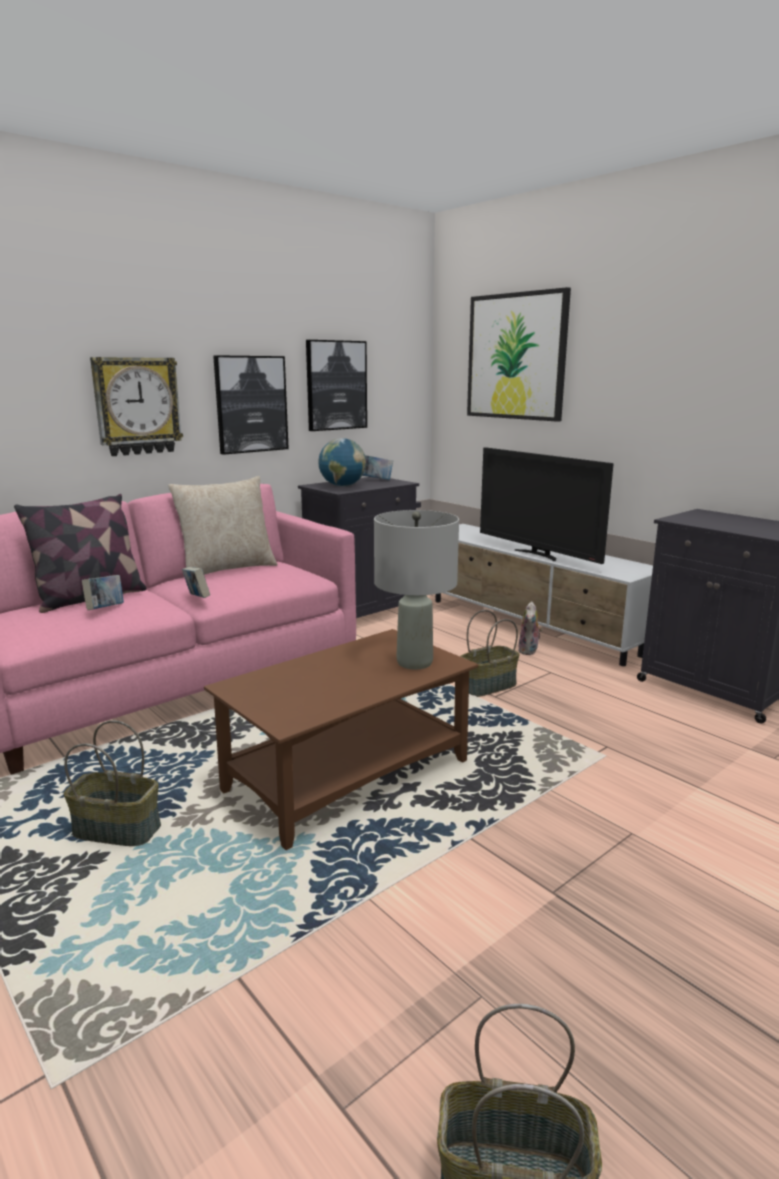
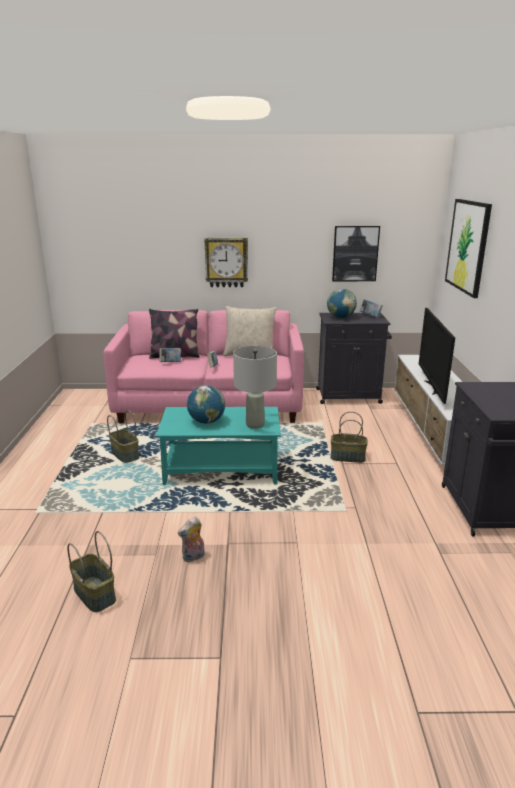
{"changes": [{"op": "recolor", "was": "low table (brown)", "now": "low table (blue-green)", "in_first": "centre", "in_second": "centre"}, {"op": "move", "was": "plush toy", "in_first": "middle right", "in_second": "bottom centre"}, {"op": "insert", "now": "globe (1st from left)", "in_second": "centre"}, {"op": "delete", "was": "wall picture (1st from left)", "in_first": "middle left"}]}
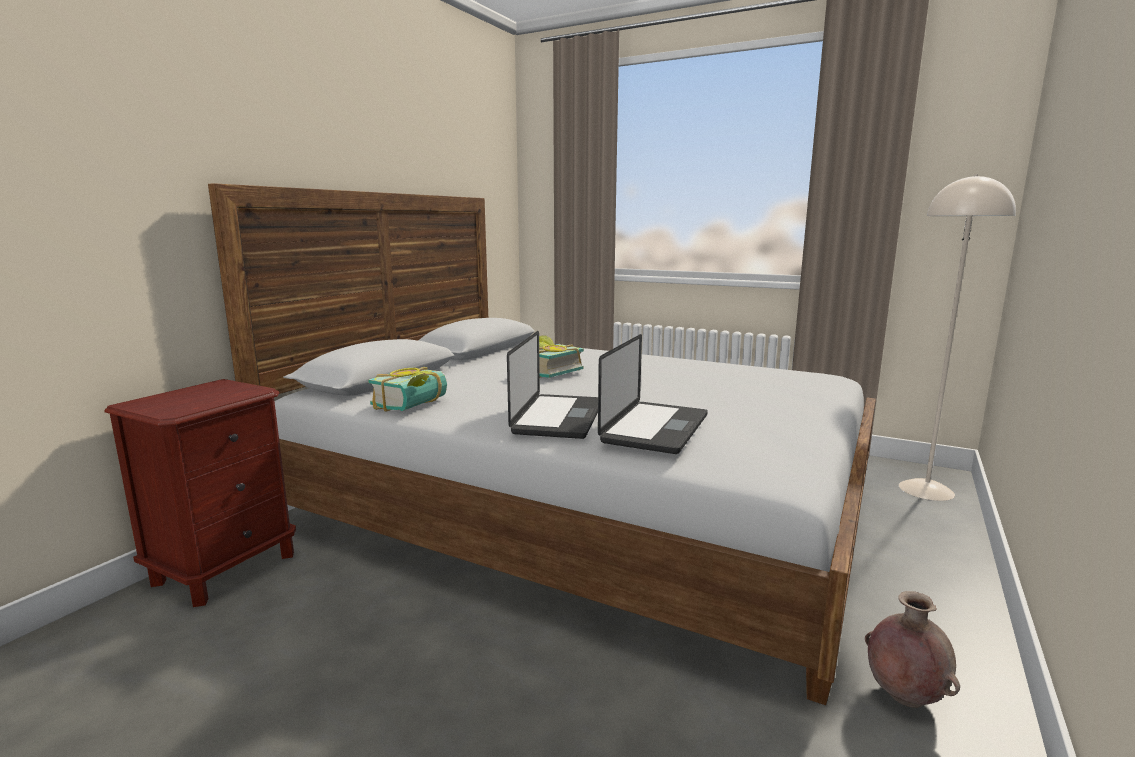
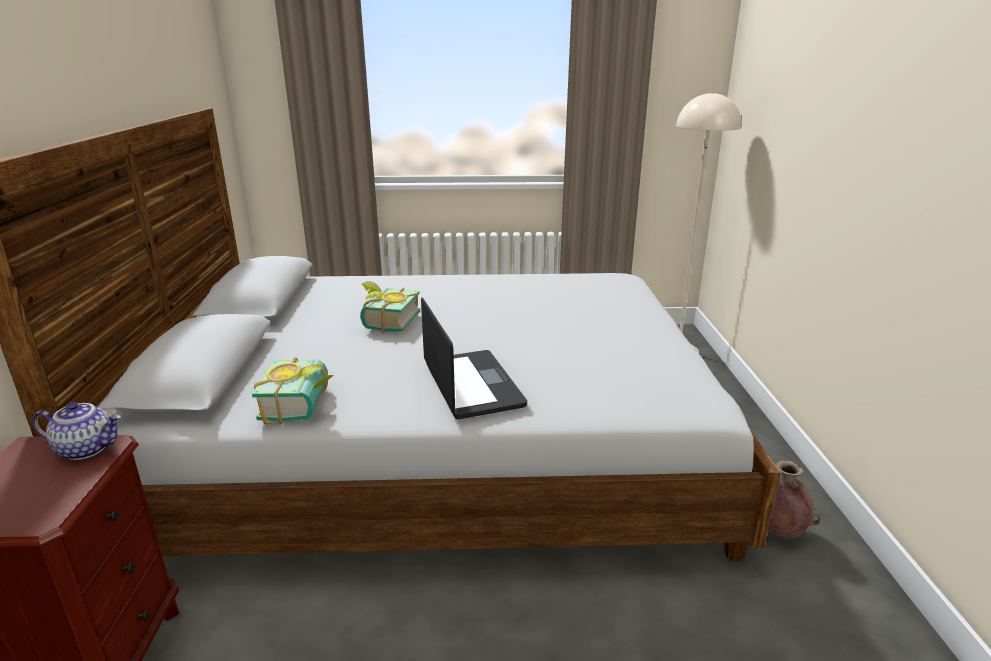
{"changes": [{"op": "insert", "now": "teapot", "in_second": "middle left"}, {"op": "delete", "was": "portable computer (2nd from left)", "in_first": "centre"}]}
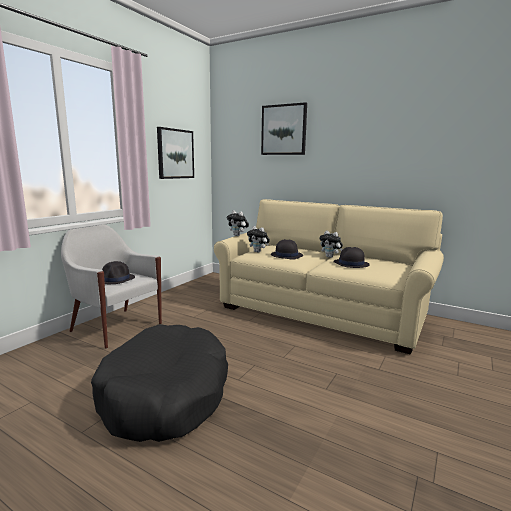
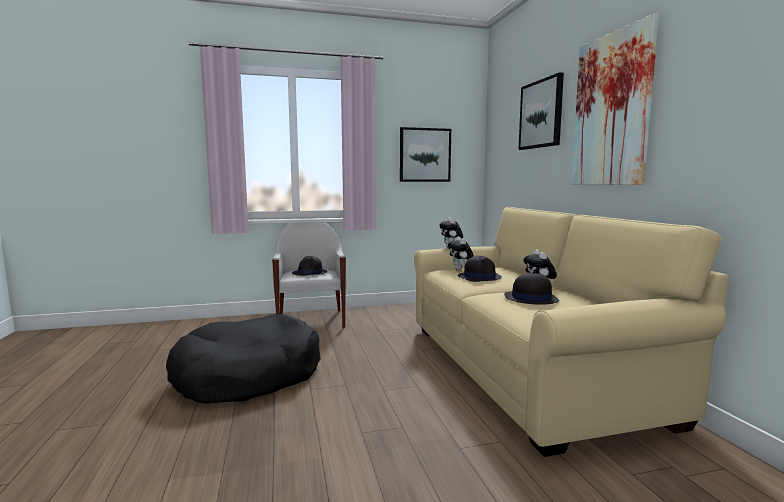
{"changes": [{"op": "insert", "now": "wall picture (3rd from left)", "in_second": "top right"}]}
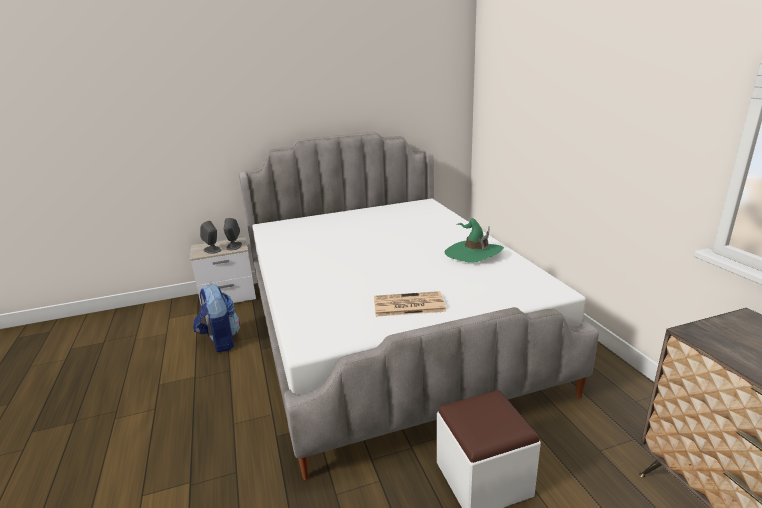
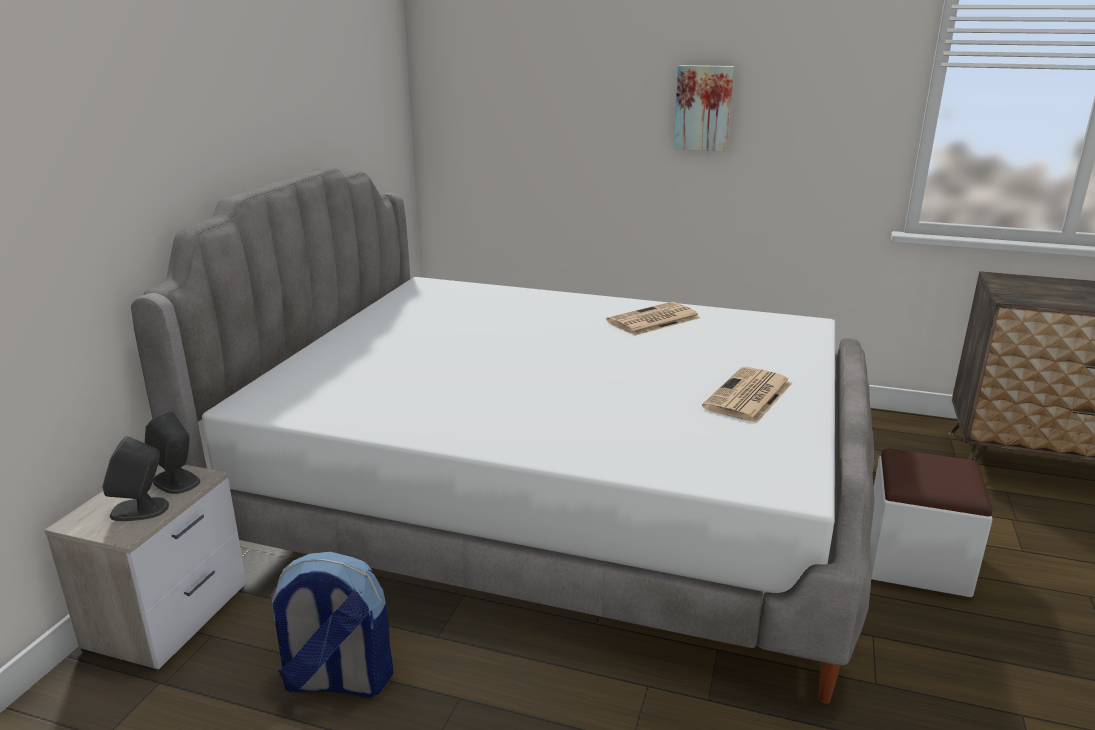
{"changes": [{"op": "replace", "was": "clothing hat (green)", "now": "newspaper (1st from left)", "in_first": "centre", "in_second": "centre"}, {"op": "insert", "now": "wall picture", "in_second": "top centre"}]}
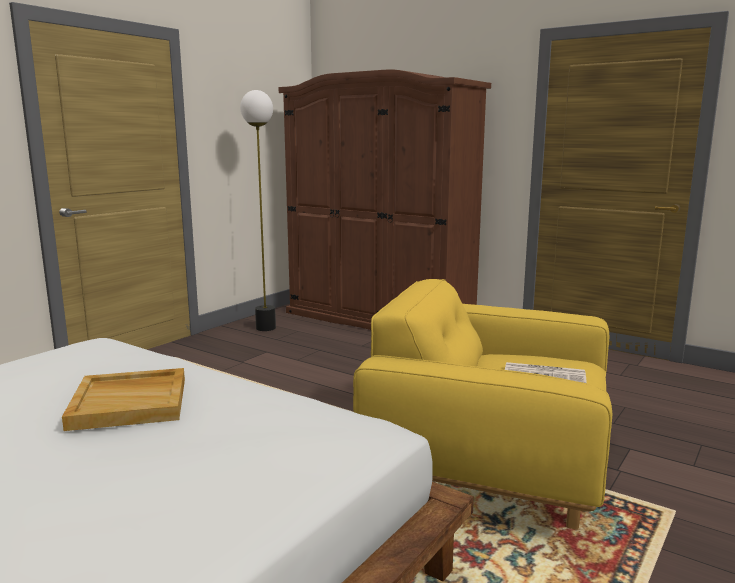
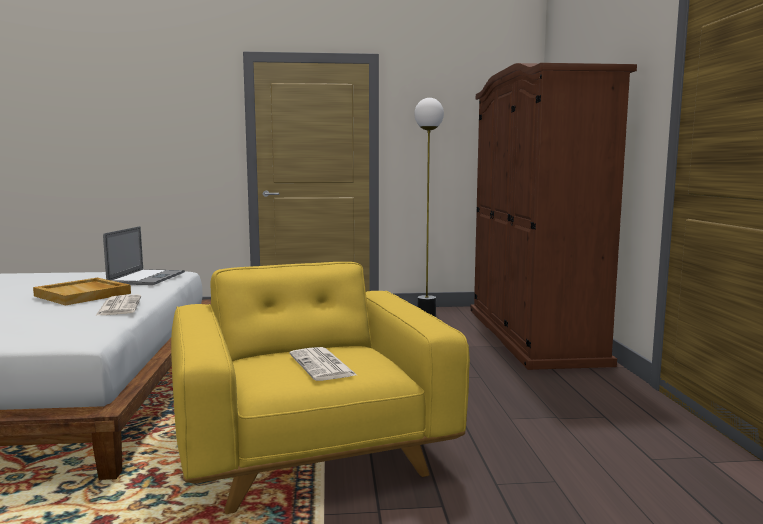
{"changes": [{"op": "insert", "now": "newspaper (1st from left)", "in_second": "middle left"}, {"op": "insert", "now": "portable computer", "in_second": "middle left"}]}
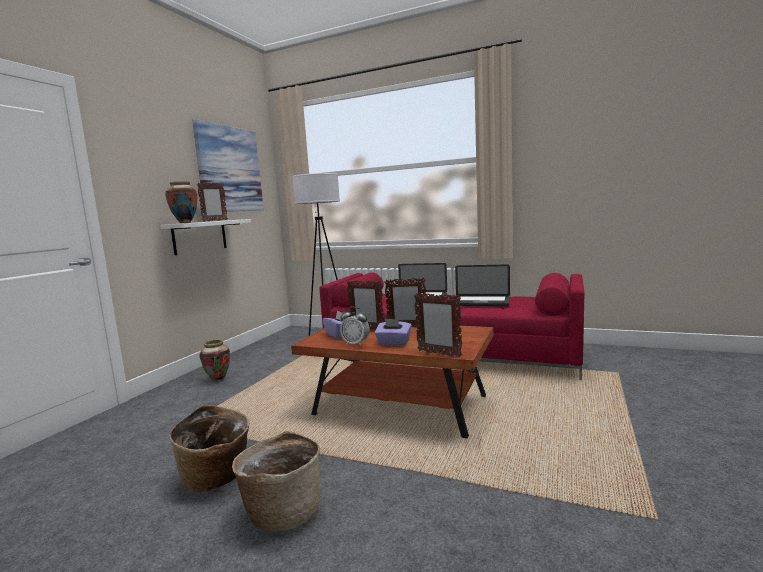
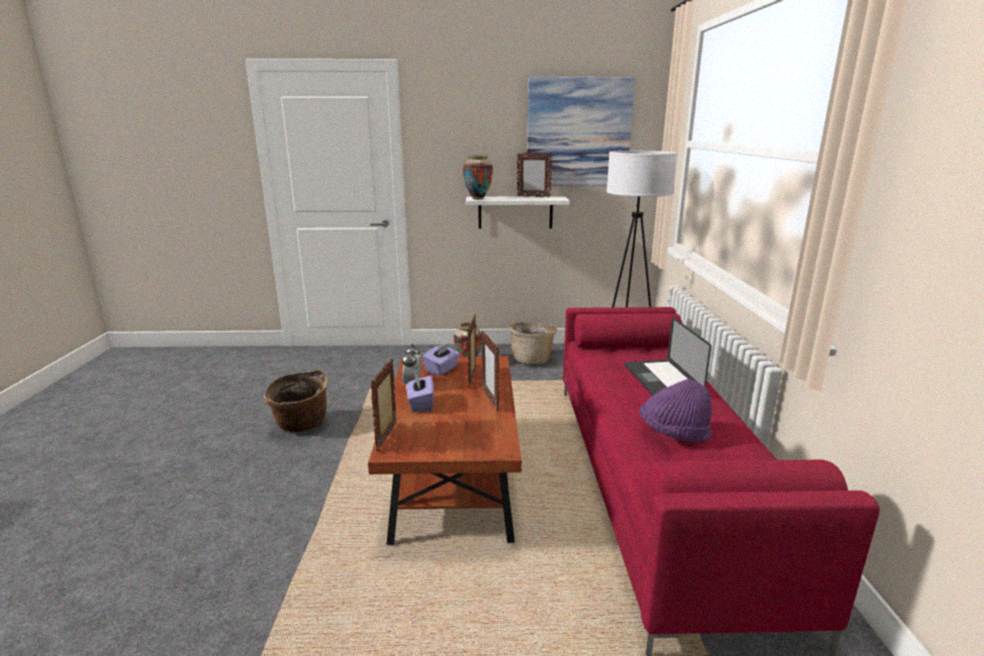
{"changes": [{"op": "move", "was": "basket (2nd from left)", "in_first": "bottom centre", "in_second": "centre"}, {"op": "replace", "was": "portable computer (2nd from left)", "now": "clothing hat (purple-coloured)", "in_first": "centre", "in_second": "middle right"}]}
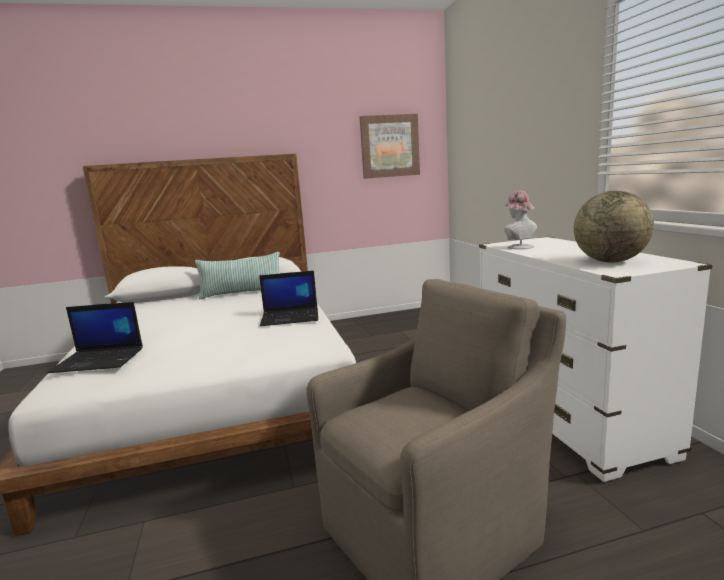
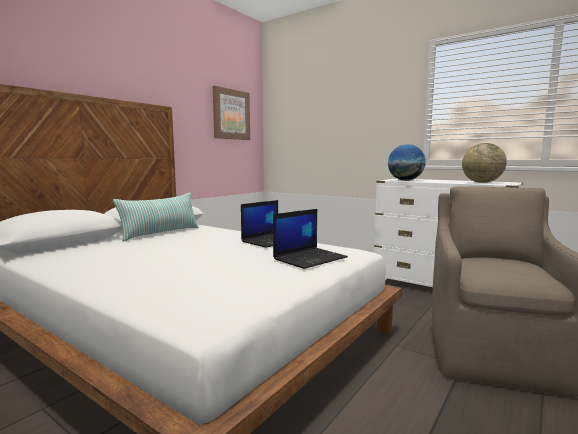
{"changes": [{"op": "move", "was": "portable computer (1st from left in the first image)", "now": "portable computer (2nd from left)", "in_first": "middle left", "in_second": "centre"}, {"op": "replace", "was": "clothing hat", "now": "globe (1st from left)", "in_first": "middle right", "in_second": "middle right"}]}
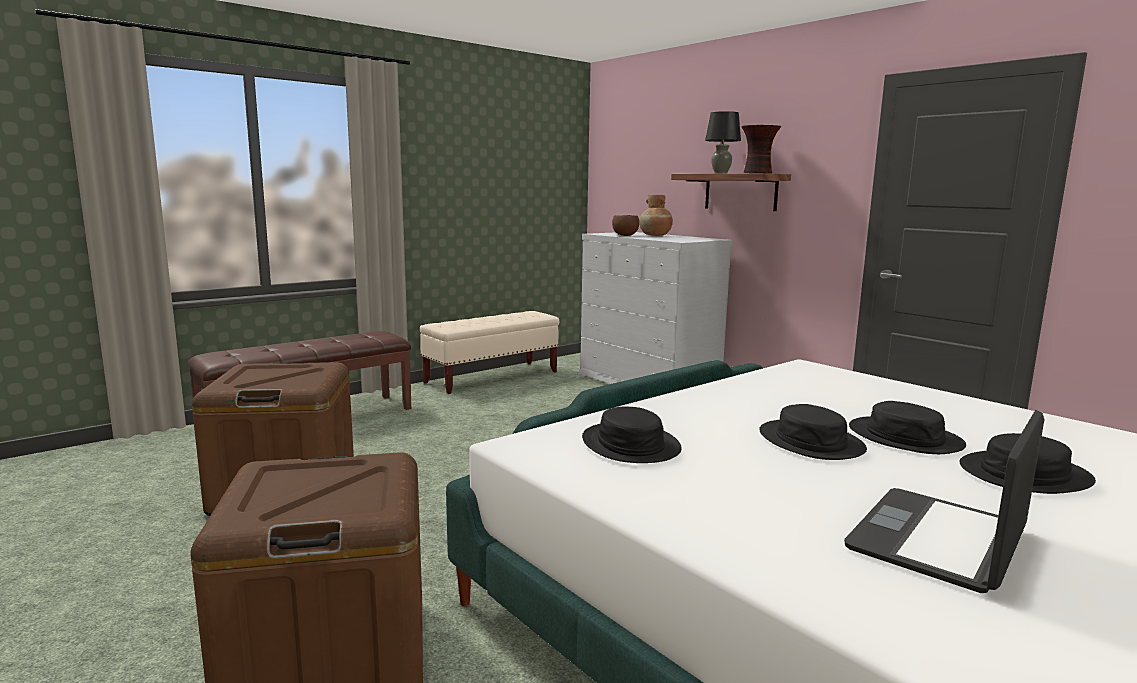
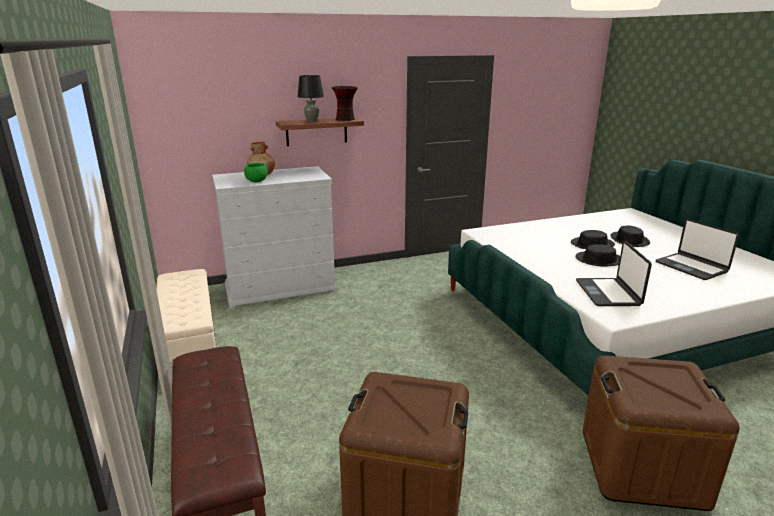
{"changes": [{"op": "recolor", "was": "bowl (brown)", "now": "bowl (green)", "in_first": "top centre", "in_second": "middle left"}, {"op": "replace", "was": "clothing hat (blackish) (1st from left)", "now": "portable computer (1st from left)", "in_first": "centre", "in_second": "middle right"}]}
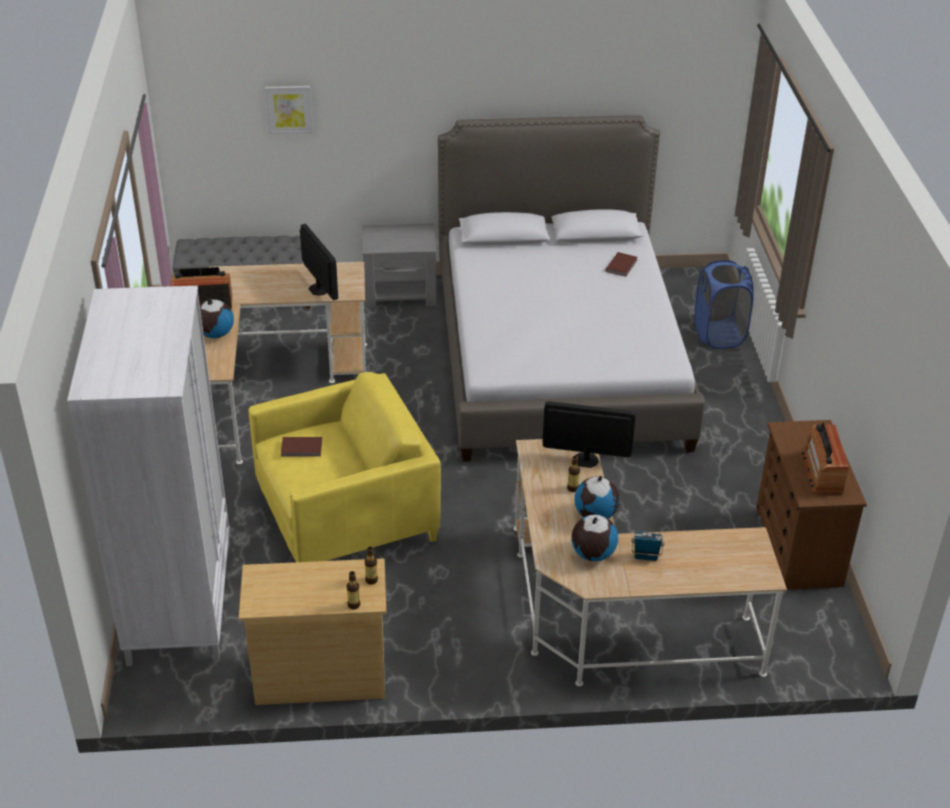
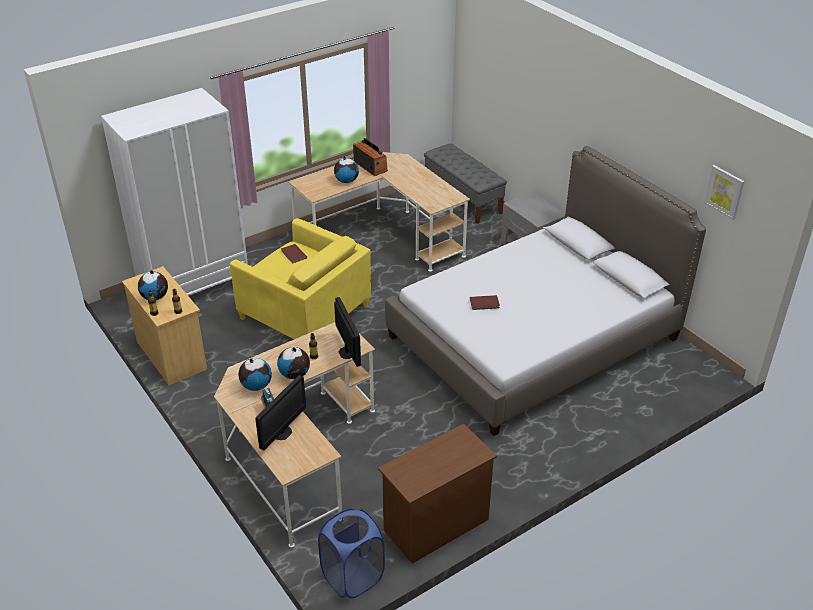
{"changes": [{"op": "insert", "now": "globe (1st from left)", "in_second": "middle left"}, {"op": "move", "was": "computer screen (1st from left)", "in_first": "top centre", "in_second": "bottom centre"}, {"op": "move", "was": "laundry basket (blue-coloured)", "in_first": "middle right", "in_second": "bottom centre"}, {"op": "move", "was": "book (brown) (2nd from left)", "in_first": "top centre", "in_second": "centre"}, {"op": "move", "was": "wall picture", "in_first": "top left", "in_second": "top right"}, {"op": "delete", "was": "radio (3rd from left)", "in_first": "middle right"}]}
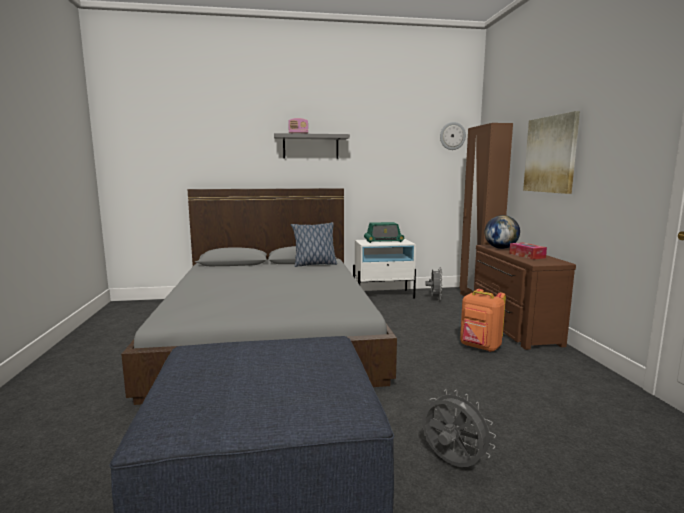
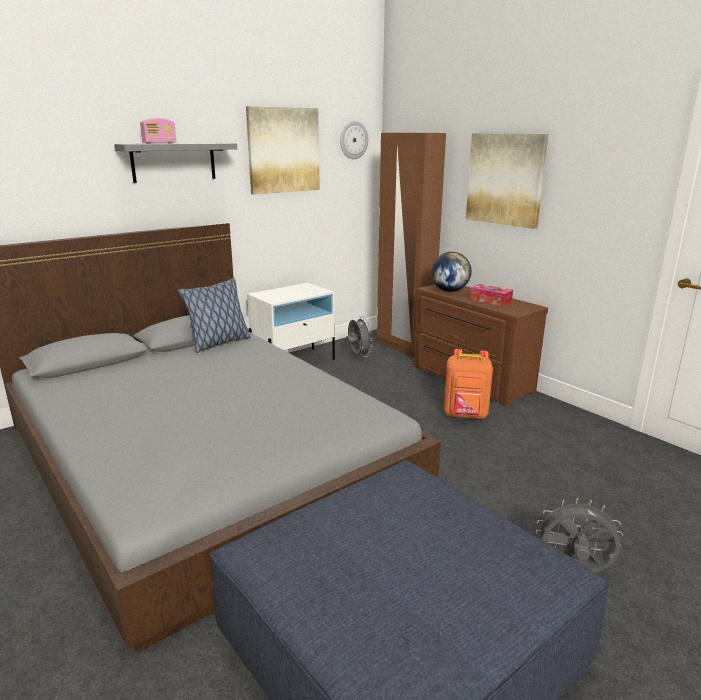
{"changes": [{"op": "insert", "now": "wall picture (1st from left)", "in_second": "top centre"}, {"op": "delete", "was": "radio (2nd from left)", "in_first": "centre"}]}
